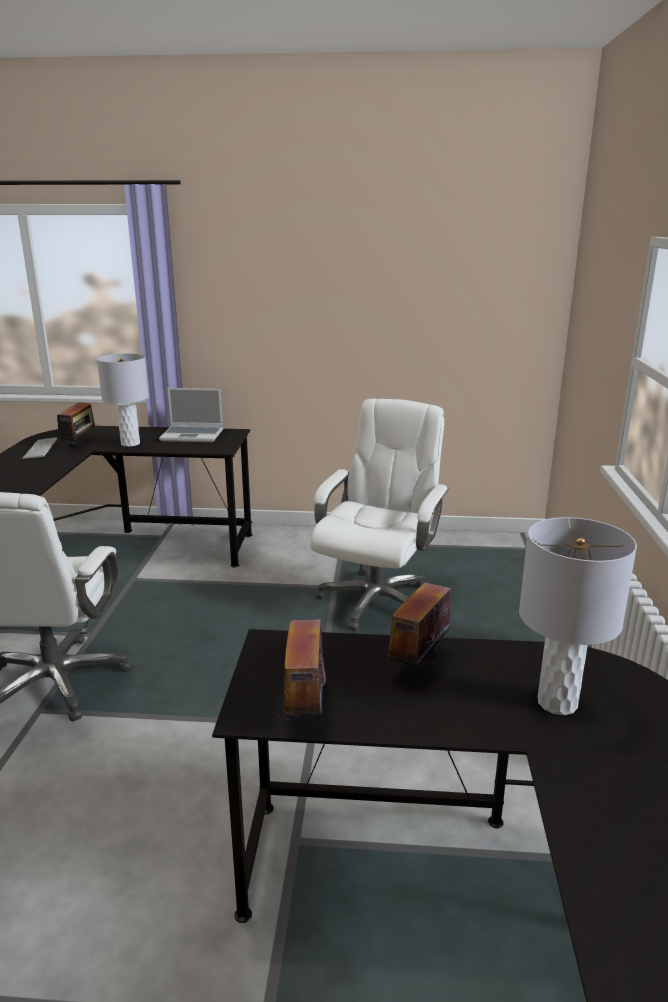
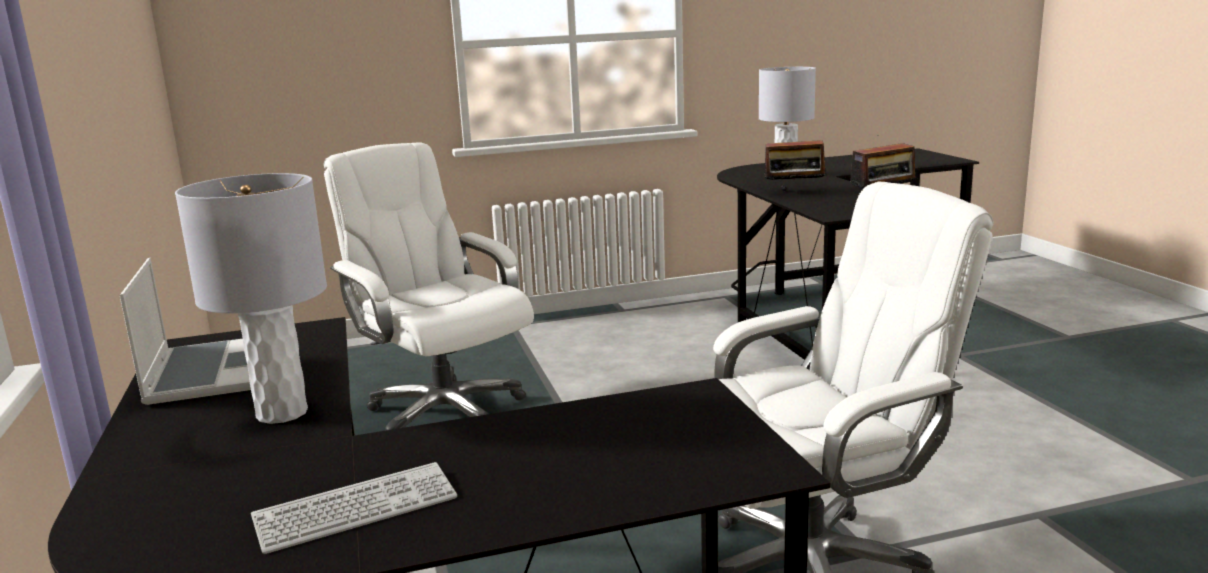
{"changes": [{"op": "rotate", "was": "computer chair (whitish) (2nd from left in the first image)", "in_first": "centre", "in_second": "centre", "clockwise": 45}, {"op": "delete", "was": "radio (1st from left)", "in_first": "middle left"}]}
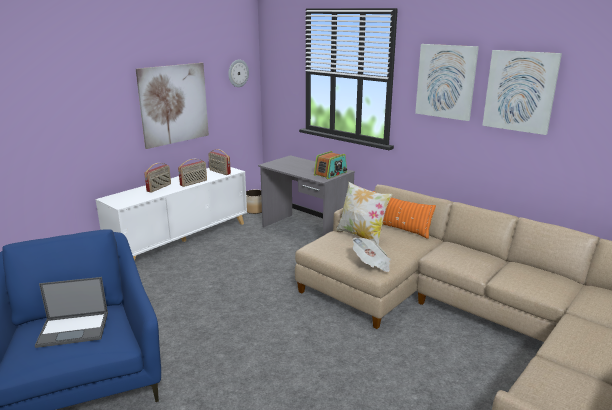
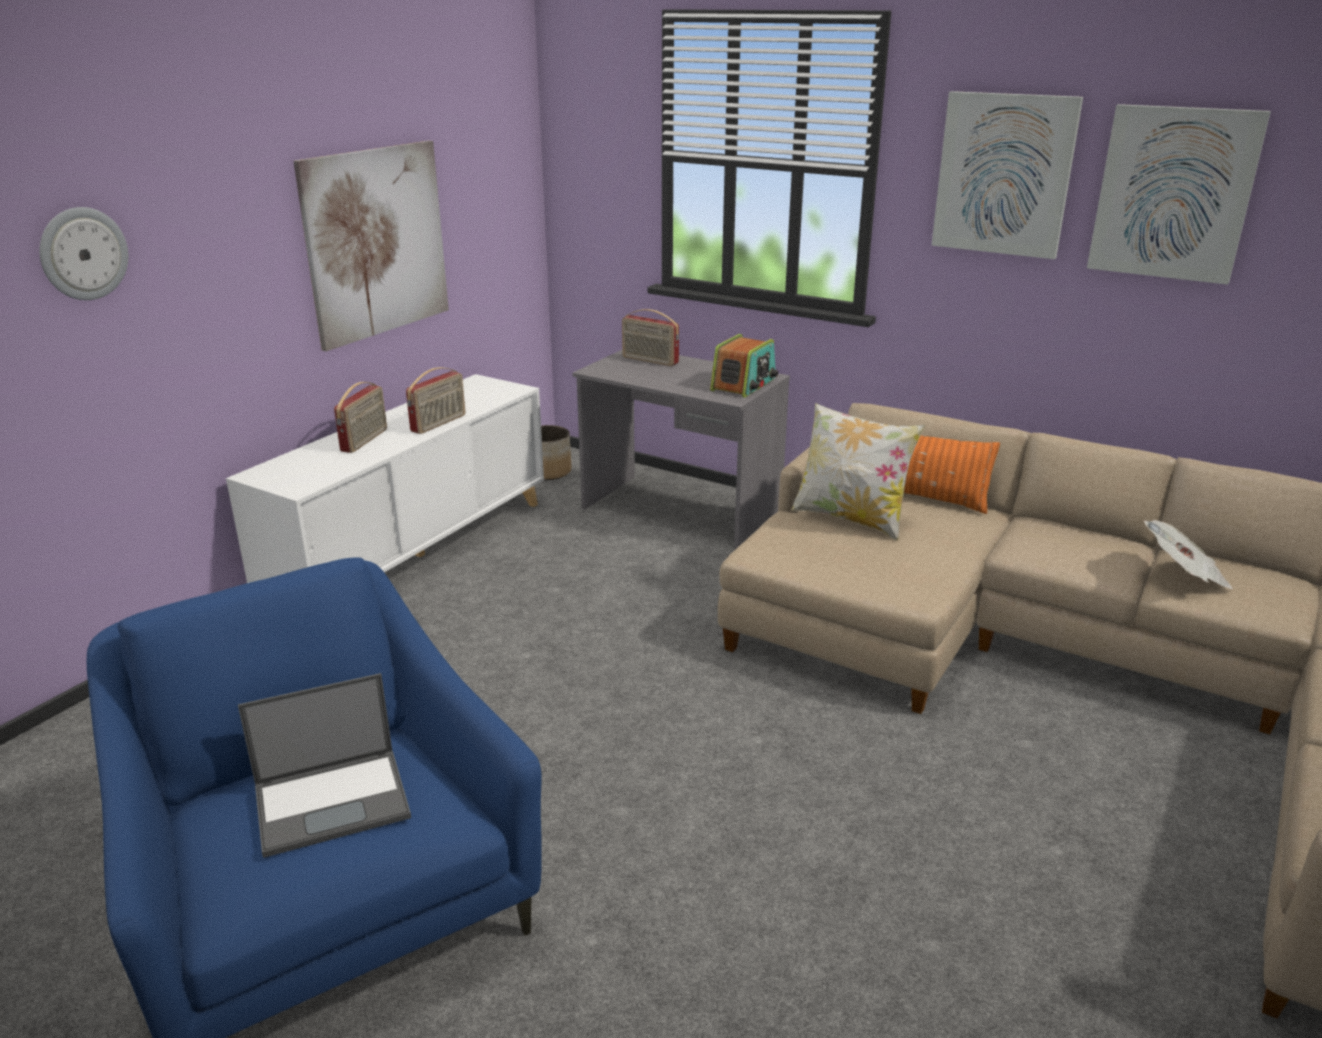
{"changes": [{"op": "move", "was": "hanging clock", "in_first": "top centre", "in_second": "top left"}, {"op": "move", "was": "radio (3rd from left)", "in_first": "centre", "in_second": "top centre"}, {"op": "move", "was": "newspaper", "in_first": "centre", "in_second": "middle right"}]}
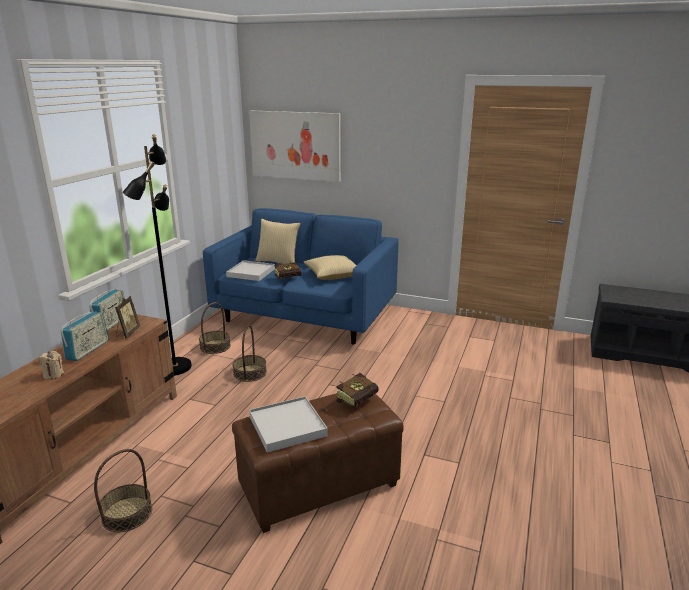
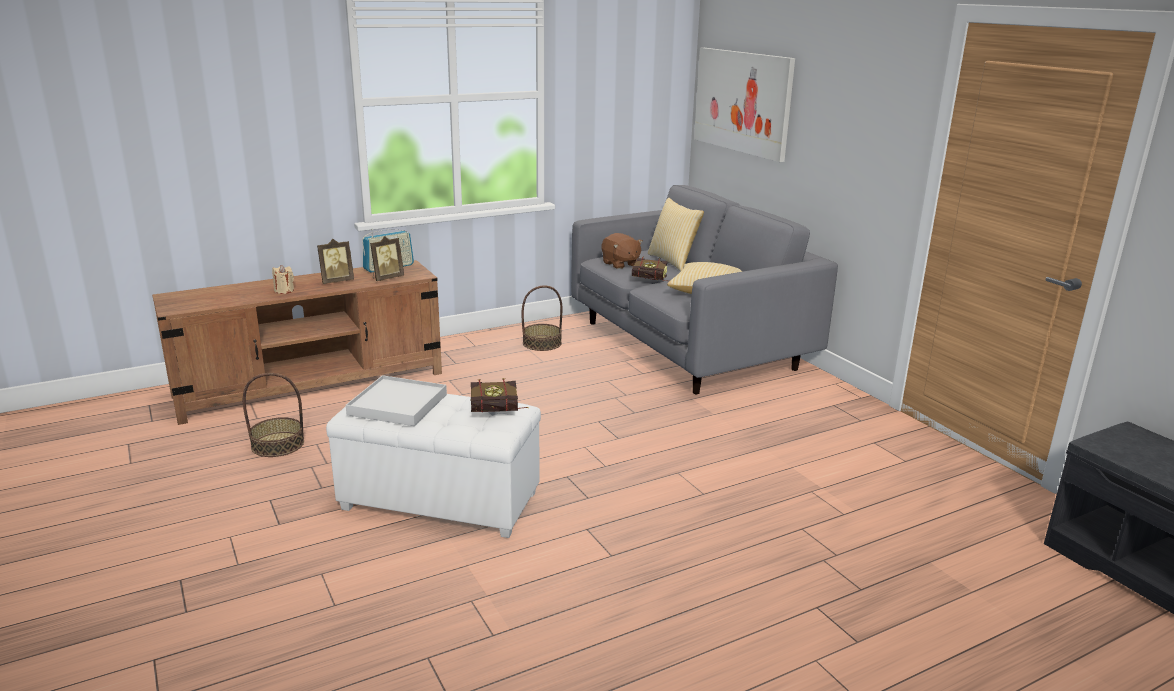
{"changes": [{"op": "replace", "was": "radio (1st from left)", "now": "standing frame (1st from left)", "in_first": "middle left", "in_second": "middle left"}, {"op": "recolor", "was": "pouffe (brown)", "now": "pouffe (whitish)", "in_first": "bottom centre", "in_second": "bottom centre"}, {"op": "recolor", "was": "couch (blue-coloured)", "now": "couch (gray)", "in_first": "centre", "in_second": "centre"}, {"op": "replace", "was": "carrying tray (whitish) (1st from left)", "now": "plush toy (brown)", "in_first": "centre", "in_second": "centre"}, {"op": "delete", "was": "floor lamp (blackish)", "in_first": "middle left"}, {"op": "delete", "was": "basket (3rd from left)", "in_first": "centre"}]}
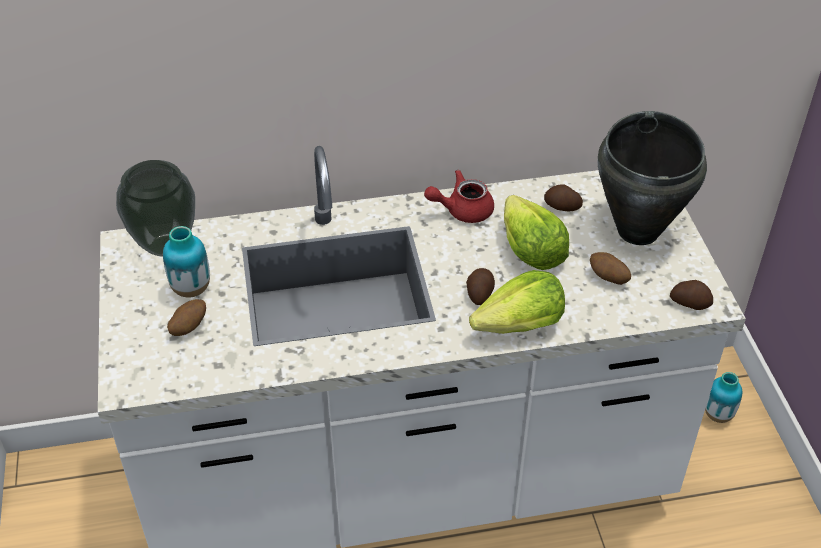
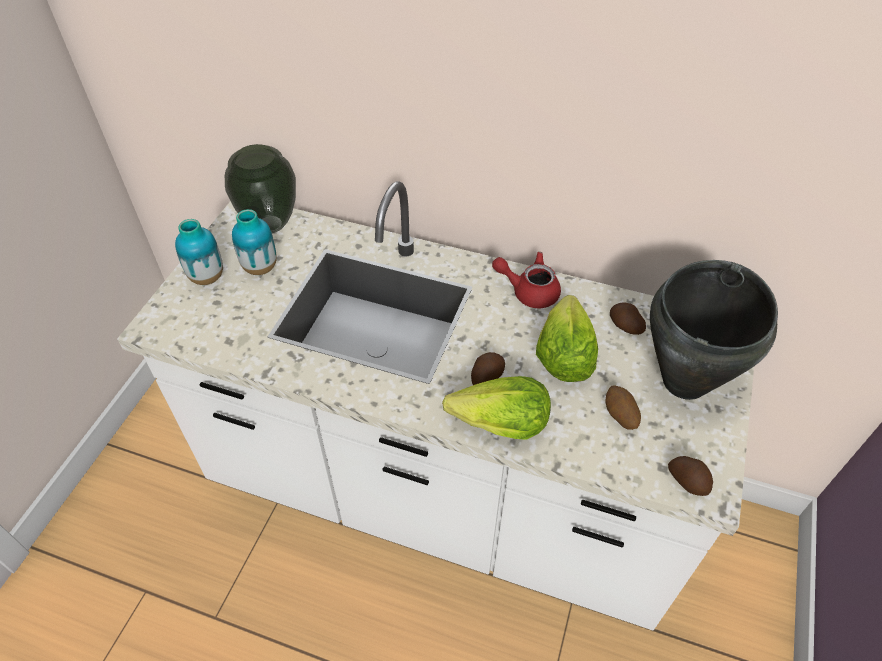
{"changes": [{"op": "move", "was": "decorative vase (3rd from left in the first image)", "now": "decorative vase (1st from left)", "in_first": "bottom right", "in_second": "middle left"}, {"op": "delete", "was": "spud (1st from left)", "in_first": "middle left"}]}
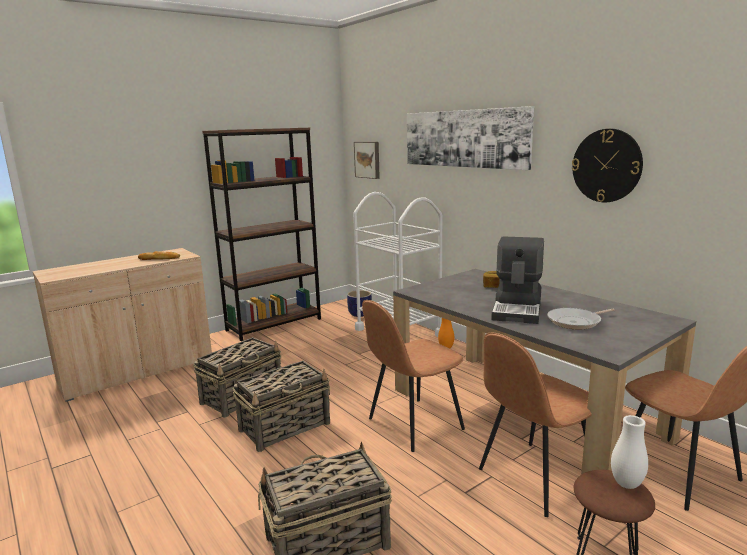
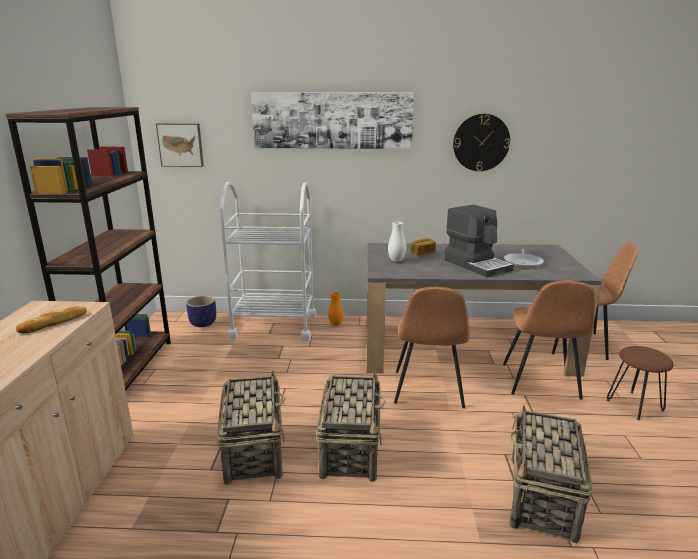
{"changes": [{"op": "move", "was": "decorative vase (whitish)", "in_first": "bottom right", "in_second": "centre"}]}
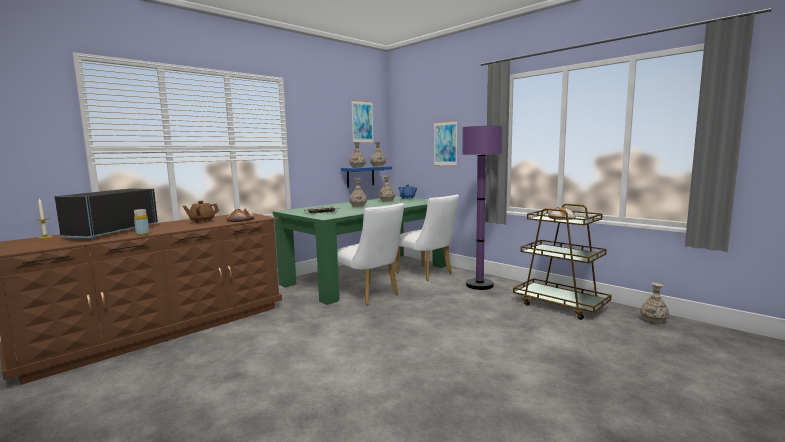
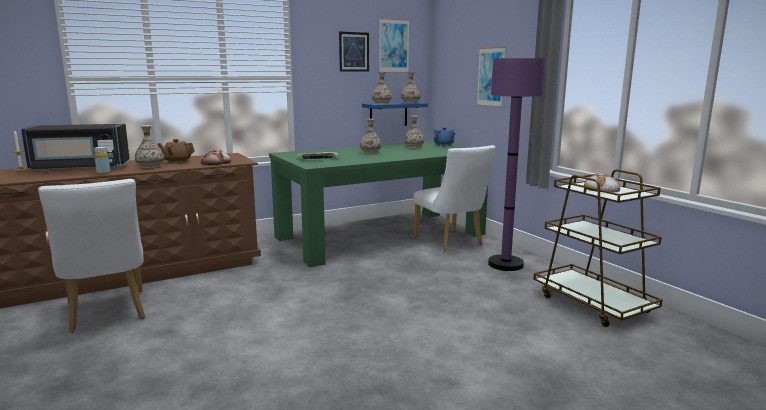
{"changes": [{"op": "rotate", "was": "kitchen microwave (blackish)", "in_first": "middle left", "in_second": "middle left", "clockwise": -135}, {"op": "move", "was": "plain chair (whitish) (1st from left)", "in_first": "centre", "in_second": "middle left"}, {"op": "move", "was": "decorative vase (5th from left in the first image)", "now": "decorative vase (1st from left)", "in_first": "bottom right", "in_second": "middle left"}, {"op": "insert", "now": "wall picture (1st from left)", "in_second": "top centre"}]}
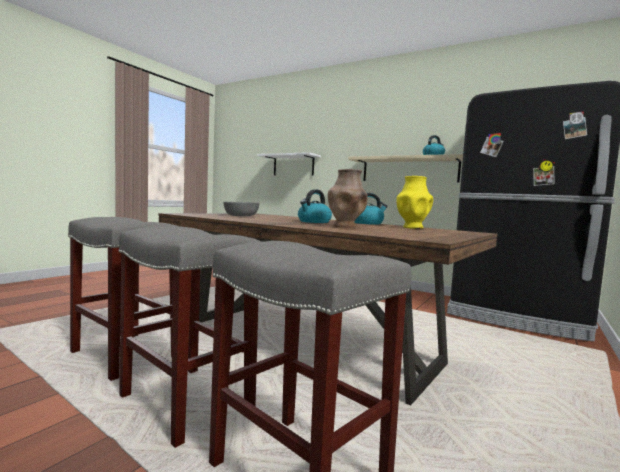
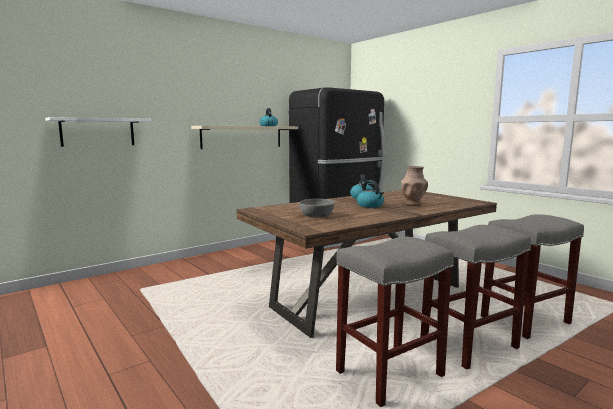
{"changes": [{"op": "delete", "was": "decorative vase (yellow)", "in_first": "middle right"}]}
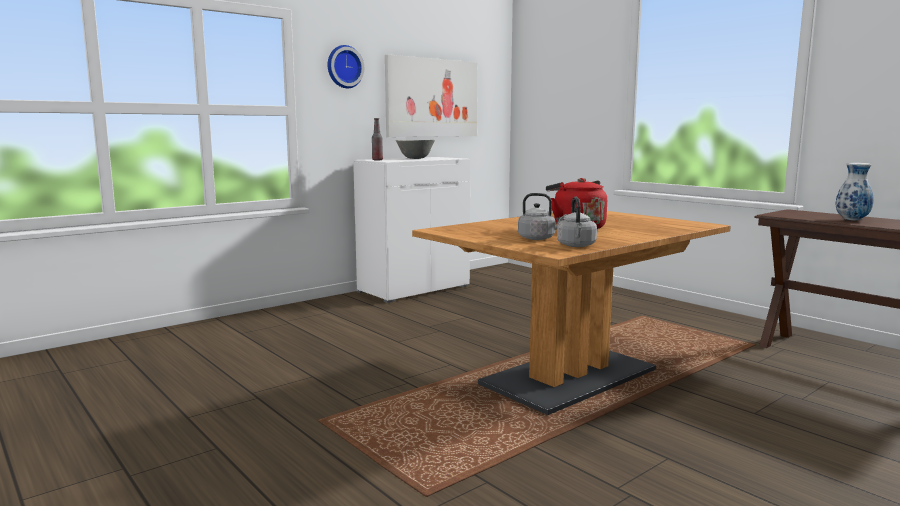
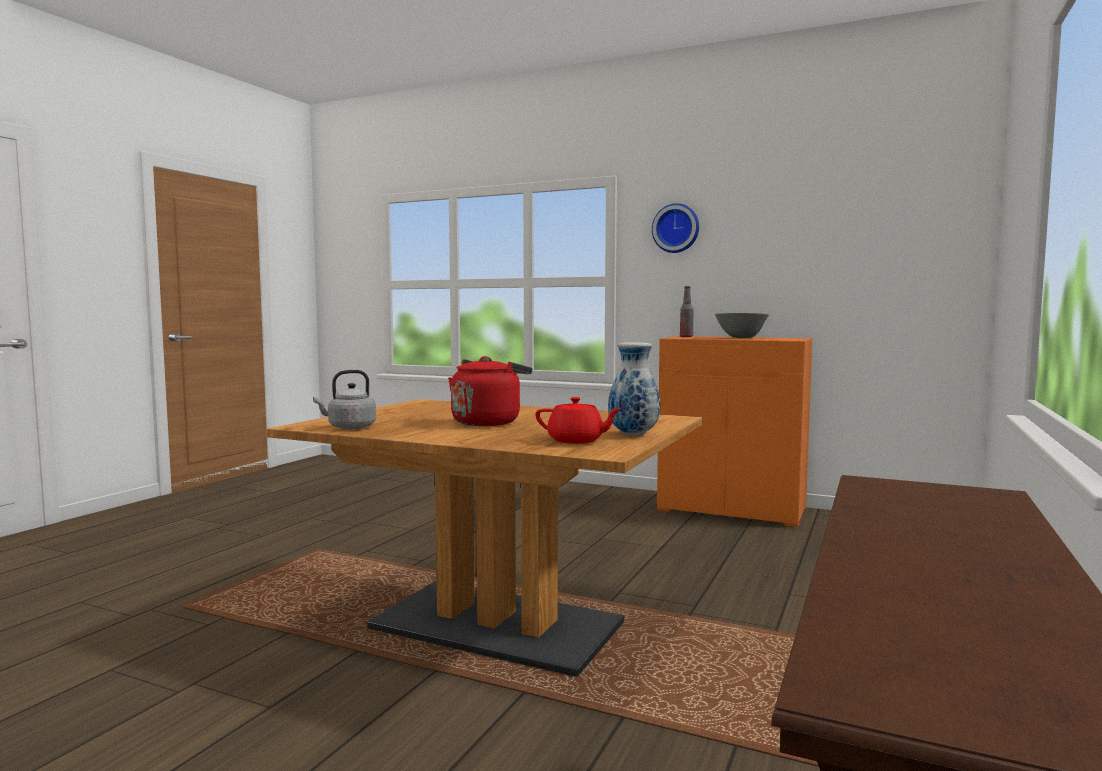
{"changes": [{"op": "insert", "now": "teapot (reddish)", "in_second": "centre"}, {"op": "move", "was": "decorative vase", "in_first": "middle right", "in_second": "centre"}, {"op": "recolor", "was": "cabinet (whitish)", "now": "cabinet (orangey)", "in_first": "centre", "in_second": "centre"}, {"op": "delete", "was": "wall picture", "in_first": "top centre"}, {"op": "delete", "was": "water kettle (gray) (1st from left)", "in_first": "centre"}]}
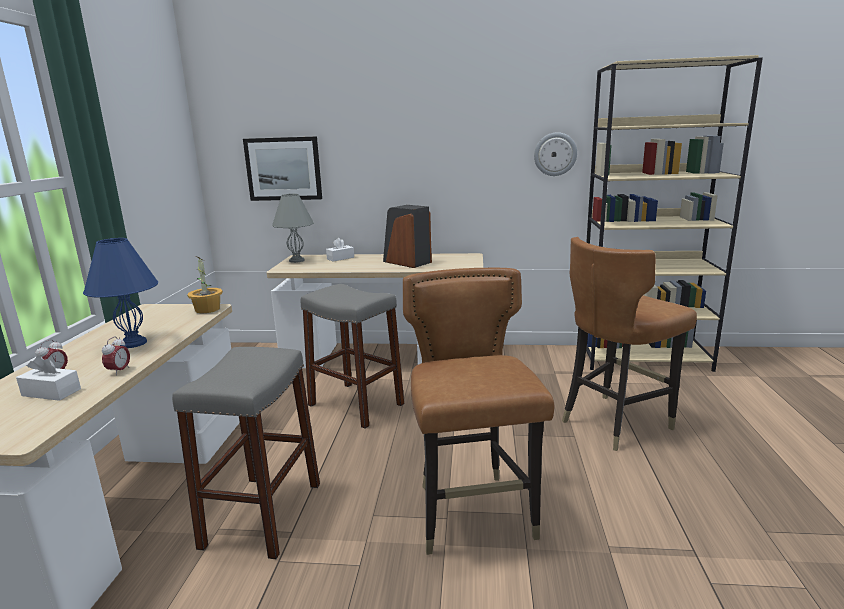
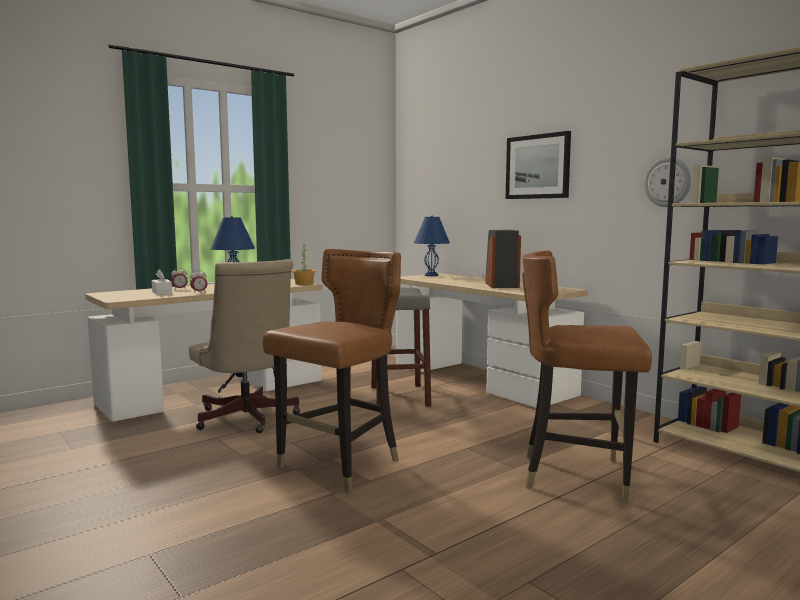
{"changes": [{"op": "replace", "was": "stool (gray) (1st from left)", "now": "computer chair (sand-coloured)", "in_first": "bottom left", "in_second": "middle left"}, {"op": "recolor", "was": "table lamp (gray)", "now": "table lamp (blue-coloured) (2nd from left)", "in_first": "centre", "in_second": "centre"}, {"op": "move", "was": "wall picture", "in_first": "top centre", "in_second": "top right"}, {"op": "delete", "was": "box of tissues (whitish) (2nd from left)", "in_first": "centre"}]}
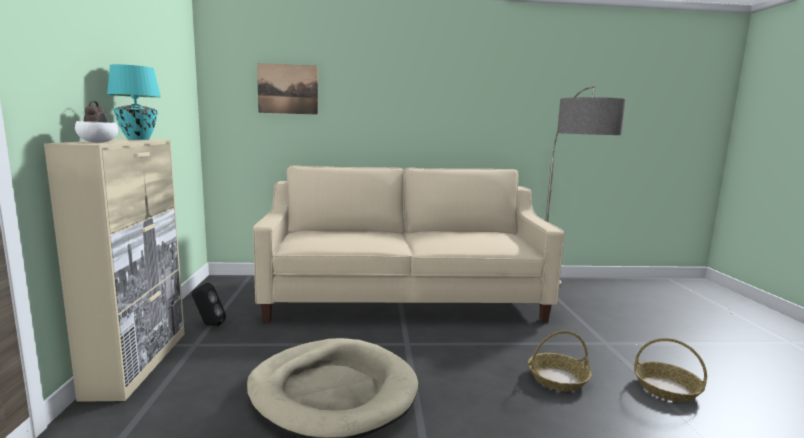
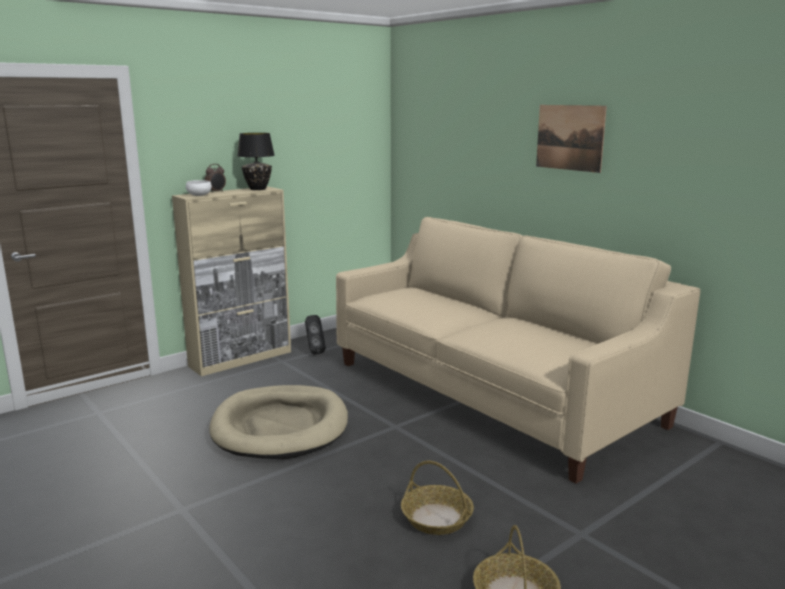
{"changes": [{"op": "recolor", "was": "table lamp (blue-green)", "now": "table lamp (blackish)", "in_first": "top left", "in_second": "top left"}, {"op": "move", "was": "wall picture", "in_first": "top centre", "in_second": "top right"}, {"op": "delete", "was": "floor lamp", "in_first": "middle right"}]}
